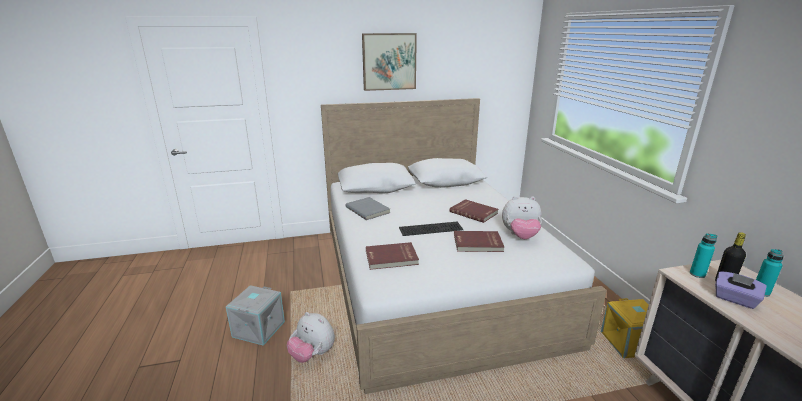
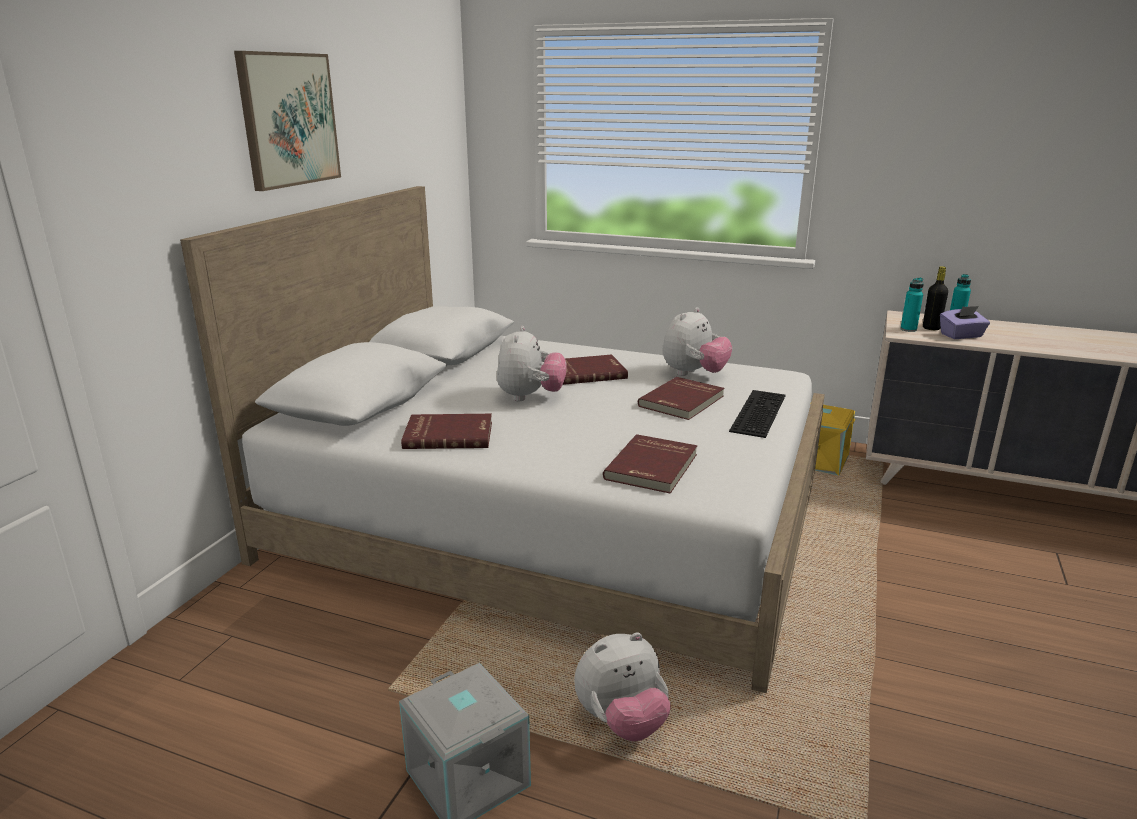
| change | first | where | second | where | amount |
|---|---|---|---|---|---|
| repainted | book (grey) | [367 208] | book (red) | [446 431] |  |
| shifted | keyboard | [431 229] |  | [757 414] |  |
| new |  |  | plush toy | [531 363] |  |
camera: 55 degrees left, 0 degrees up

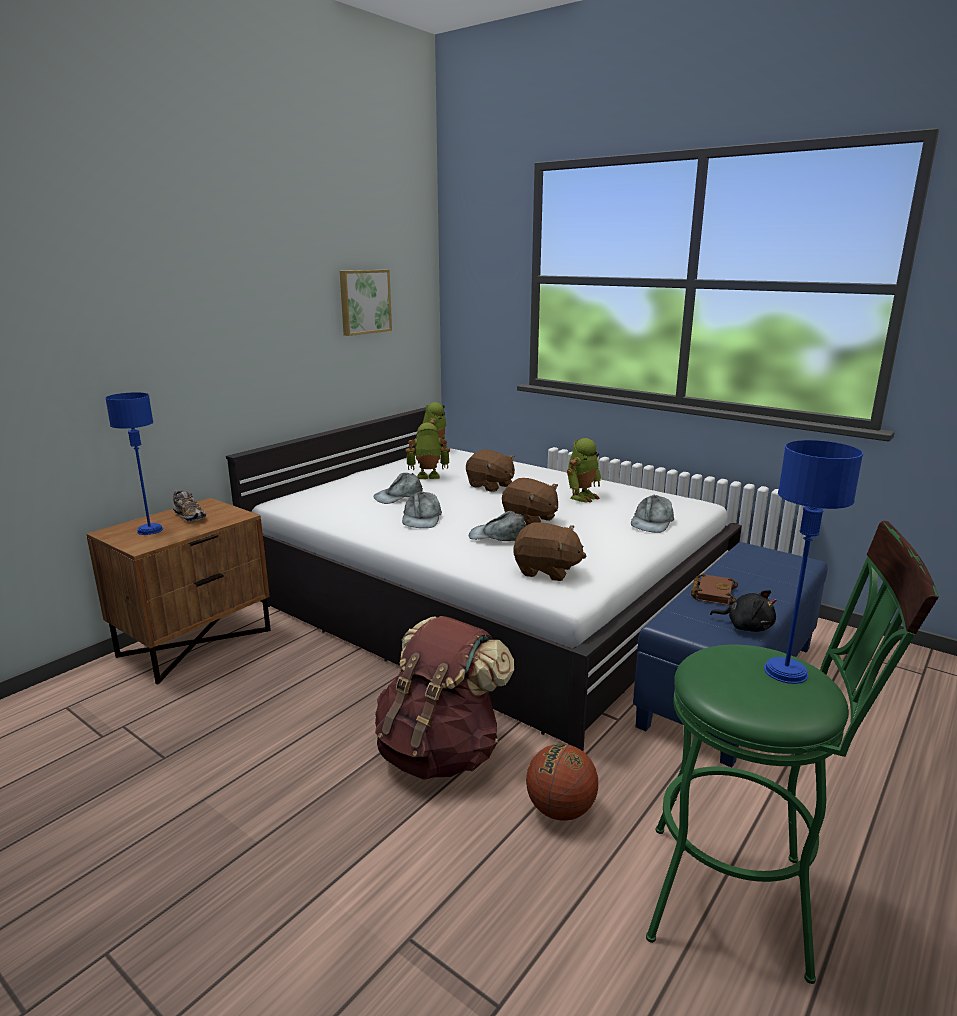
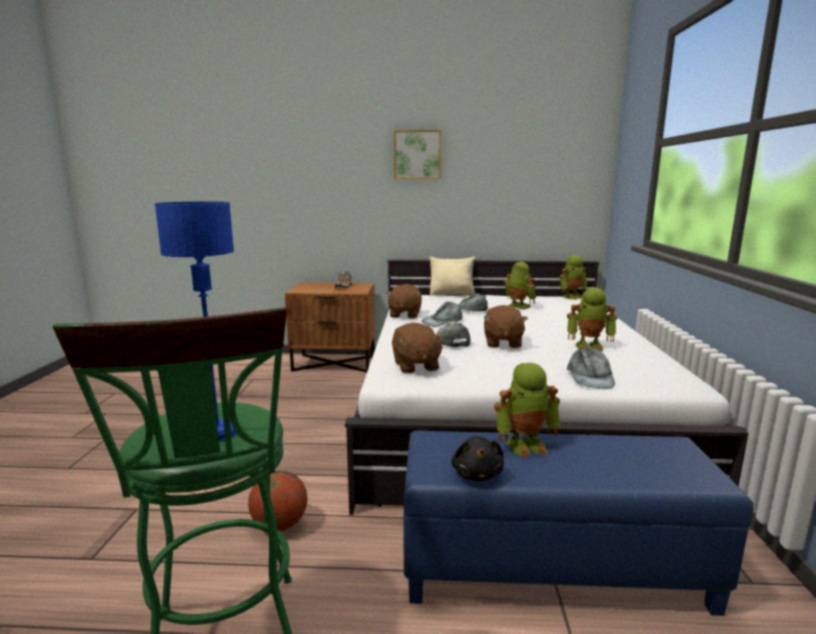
| change | first | where | second | where | amount |
|---|---|---|---|---|---|
| gone | table lamp (blue) | [134 463] |  |  |  |
| shifted | picture | [366 303] |  | [417 154] |  |
| gone | backpack (brown) | [444 698] |  |  |  |
| shifted | plush toy (brown) | [490 471] |  | [404 301] |  |
| rotated | cap (grey) | [652 514] |  | [591 368] | 75 degrees counterclockwise |
| swapped | book (brown) | [714 589] | toy robot | [527 410] |  |
| new |  |  | pillow (beige) | [452 276] |  |
camera: 55 degrees right, 5 degrees down

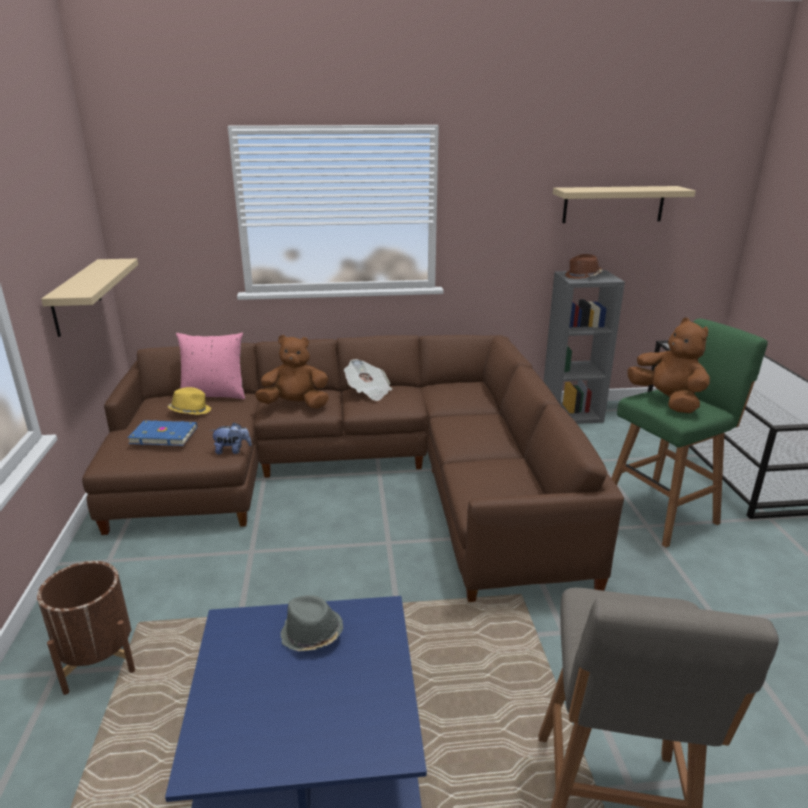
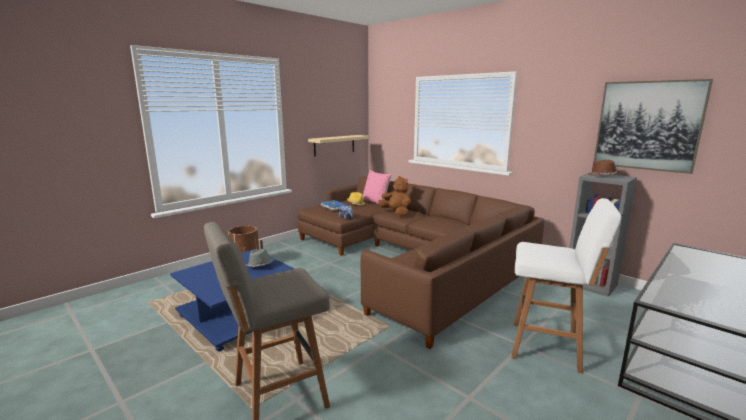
| change | first | where | second | where | amount |
|---|---|---|---|---|---|
| gone | newspaper | [368 380] |  |  |  |
| swapped | shelf (beige) | [624 204] | picture | [653 126] |  |
| repainted | stool (green) | [689 433] | stool (white) | [566 285] |  |
| gone | plush toy (brown) | [668 365] |  |  |  |
camera: 50 degrees right, 10 degrees down

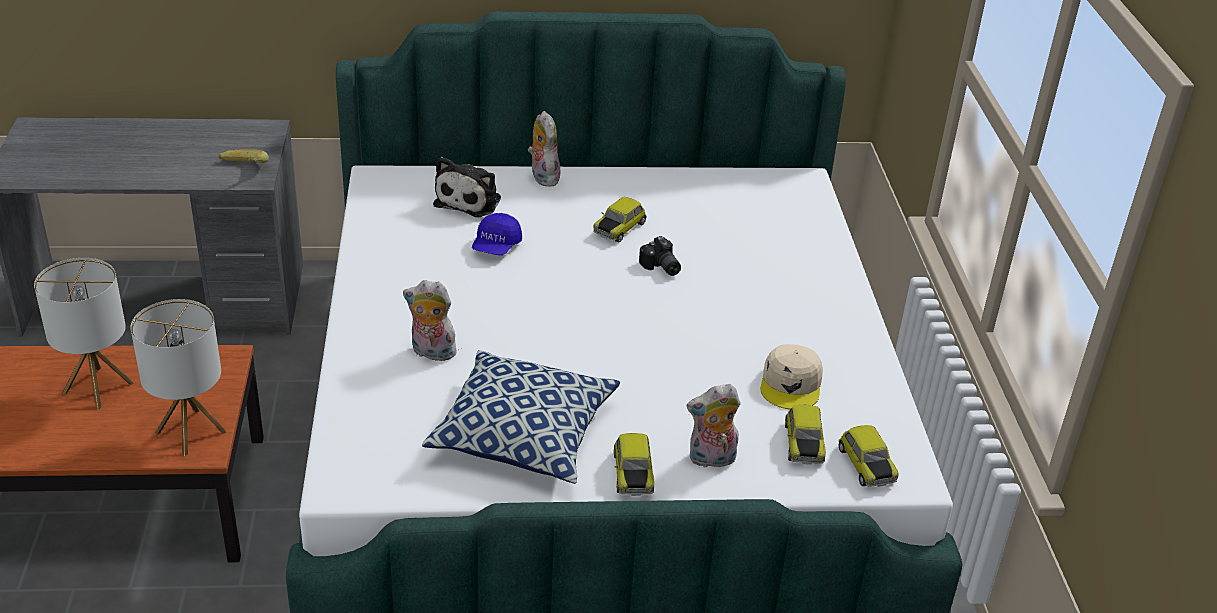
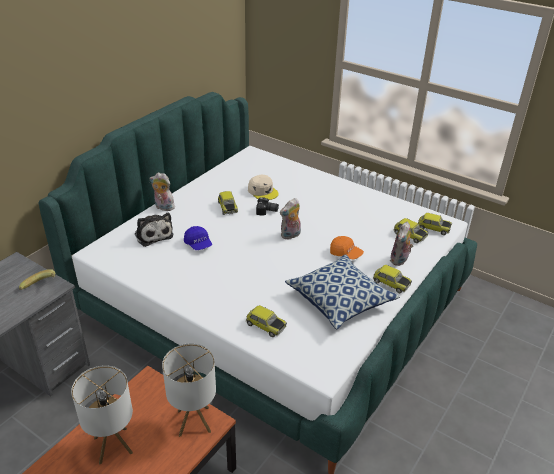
| change | first | where | second | where | amount |
|---|---|---|---|---|---|
| shifted | plush toy | [430 320] |  | [290 218] |  |
| shifted | cap (beige) | [791 377] |  | [263 187] |  |
| new |  |  | toy car | [266 321] |  |
| new |  |  | cap (orange) | [347 247] |  |
camera: 50 degrees left, 0 degrees up

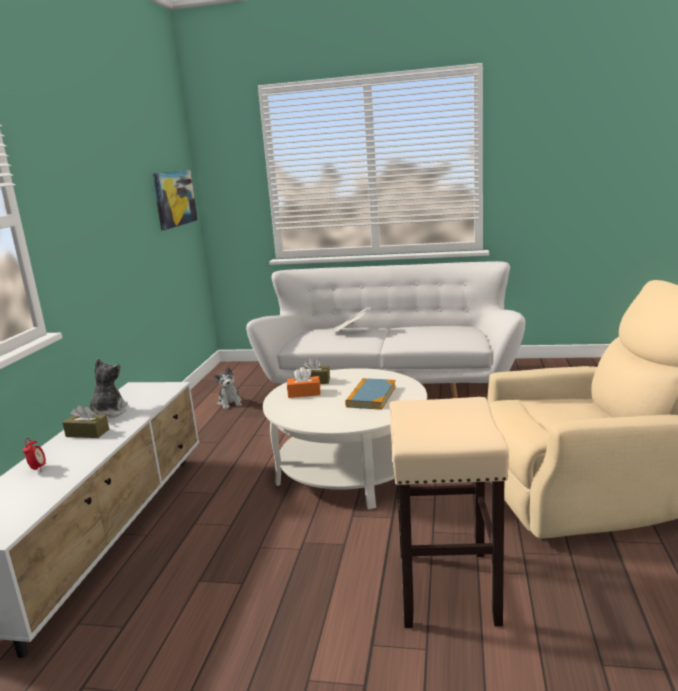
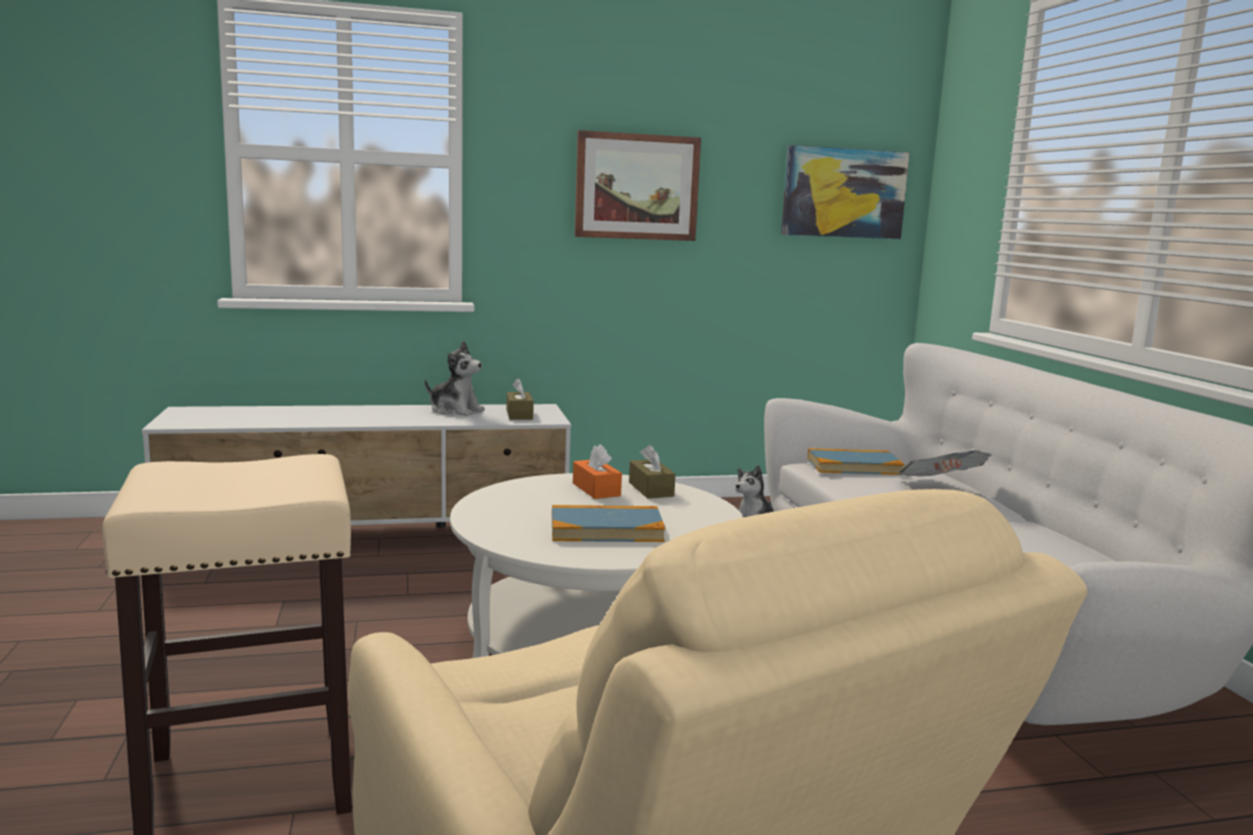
| change | first | where | second | where | amount |
|---|---|---|---|---|---|
| gone | alarm clock | [34 455] |  |  |  |
| shifted | tissue box (brown) | [85 421] |  | [520 399] |  |
| rotated | plush toy | [109 388] |  | [455 378] | 45 degrees clockwise |
| new |  |  | picture | [638 185] |  |
| new |  |  | book | [856 461] |  |
camera: 65 degrees right, 5 degrees down

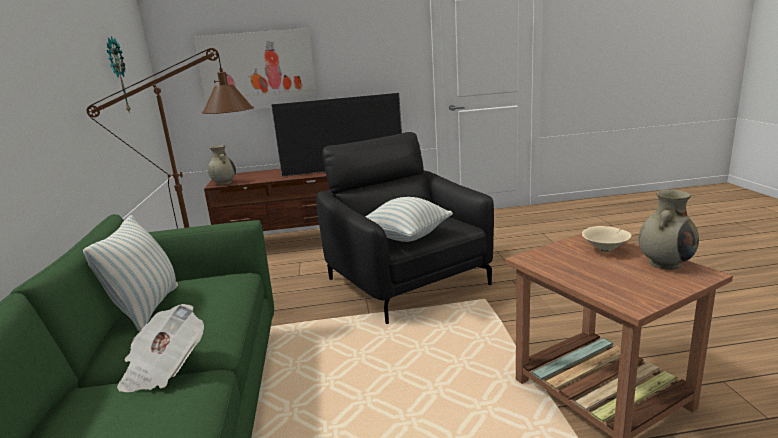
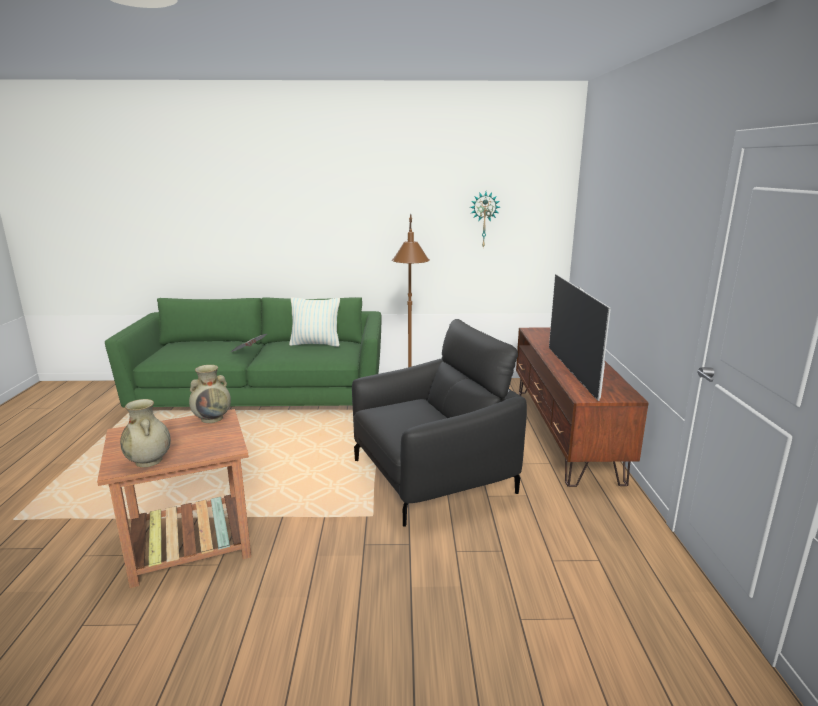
| change | first | where | second | where | amount |
|---|---|---|---|---|---|
| gone | picture | [255 69] |  |  |  |
| shifted | vase (beige) | [222 165] |  | [210 394] |  |
| gone | pillow | [409 219] |  |  |  |
| gone | bowl (beige) | [607 239] |  |  |  |
camera: 95 degrees right, 0 degrees up

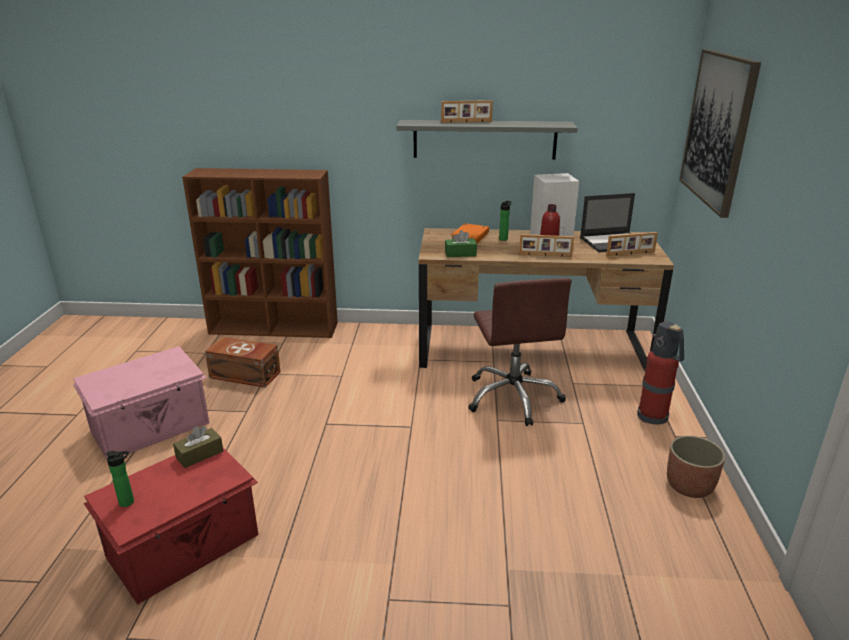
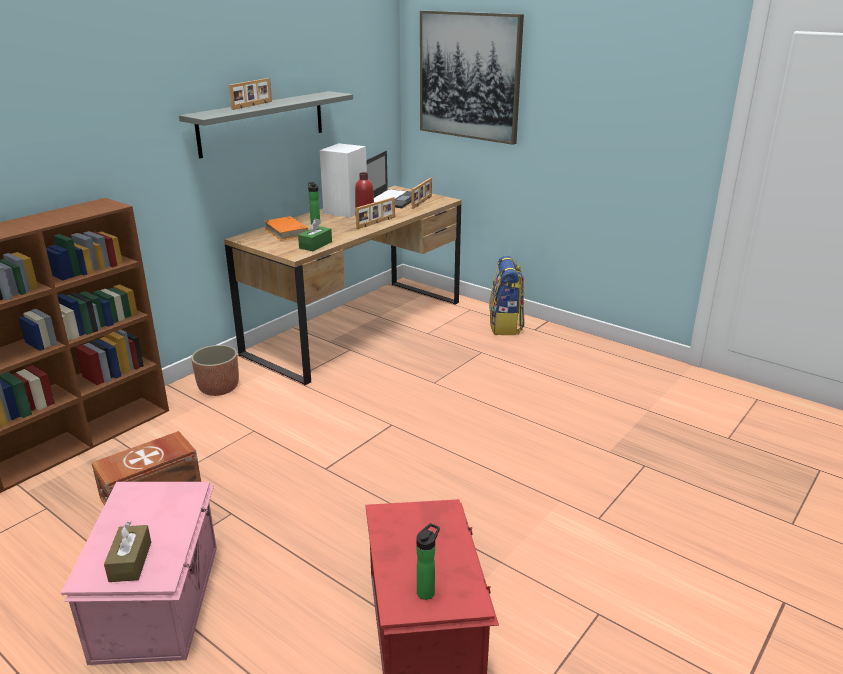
| change | first | where | second | where | amount |
|---|---|---|---|---|---|
| shifted | tissue box (brown) | [198 447] |  | [127 552] |  |
| gone | office chair (brown) | [520 352] |  |  |  |
| swapped | fire extinguisher | [660 373] | backpack | [507 295] |  |
| shifted | planter | [696 467] |  | [215 370] |  |
camera: 55 degrees left, 0 degrees up

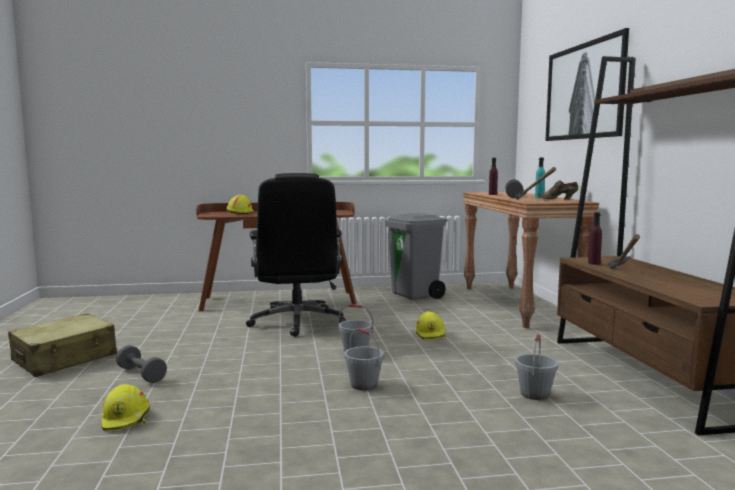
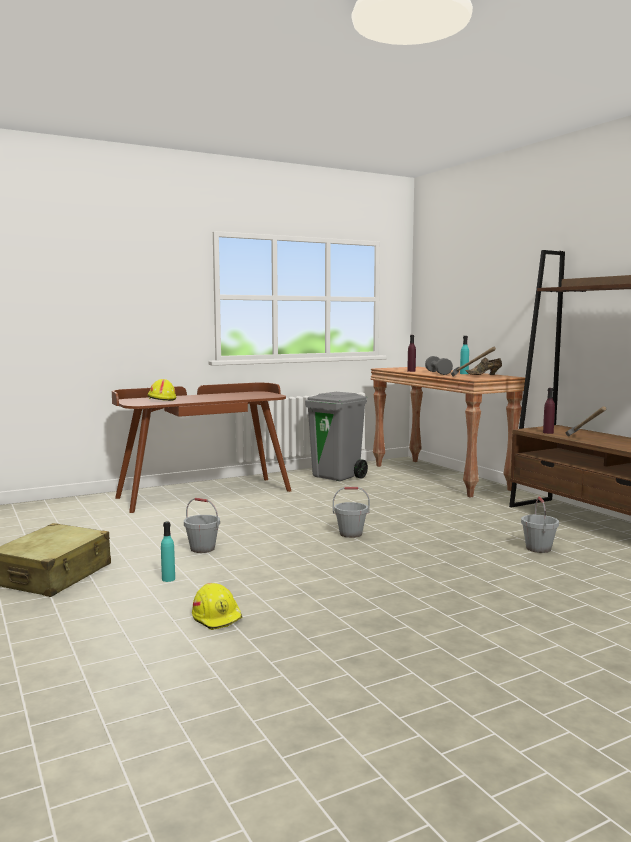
| change | first | where | second | where | amount |
|---|---|---|---|---|---|
| swapped | dumbbell (grey) | [141 364] | bottle (turquoise) | [168 552] |  |
| gone | office chair (black) | [296 255] |  |  |  |
| shifted | bucket (grey) | [364 359] |  | [202 525] |  |
| gone | hard hat (yellow) | [431 325] |  |  |  |
| gone | picture | [587 84] |  |  |  |
camera: 20 degrees left, 0 degrees up

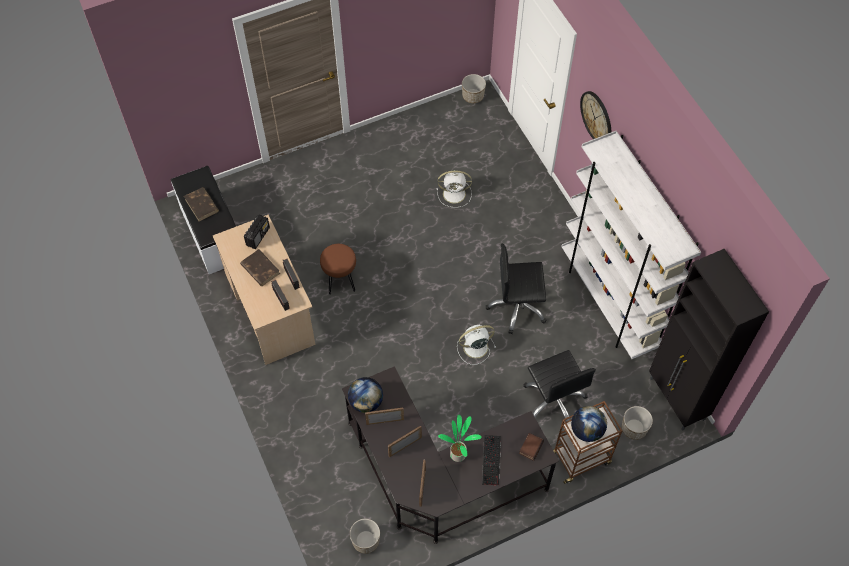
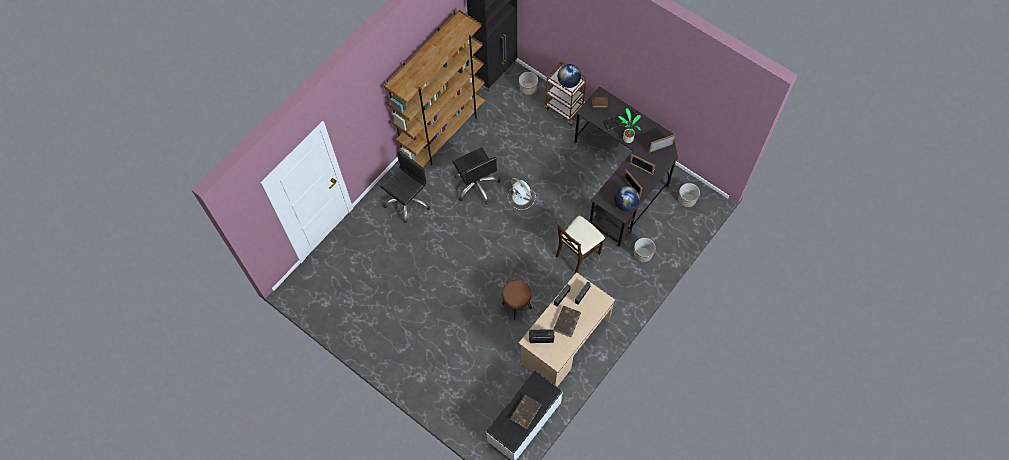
| change | first | where | second | where | amount |
|---|---|---|---|---|---|
| gone | fan (white) | [454 188] |  |  |  |
| shifted | planter | [474 88] |  | [645 250] |  |
| shifted | office chair (black) | [559 386] |  | [405 186] |  |
| repainted | bookcase (white) | [631 245] | bookcase (brown) | [434 88] |  |
| gone | wall clock | [595 115] |  |  |  |
| new |  |  | chair (beige) | [580 244] |  |
camera: 115 degrees left, 5 degrees up

